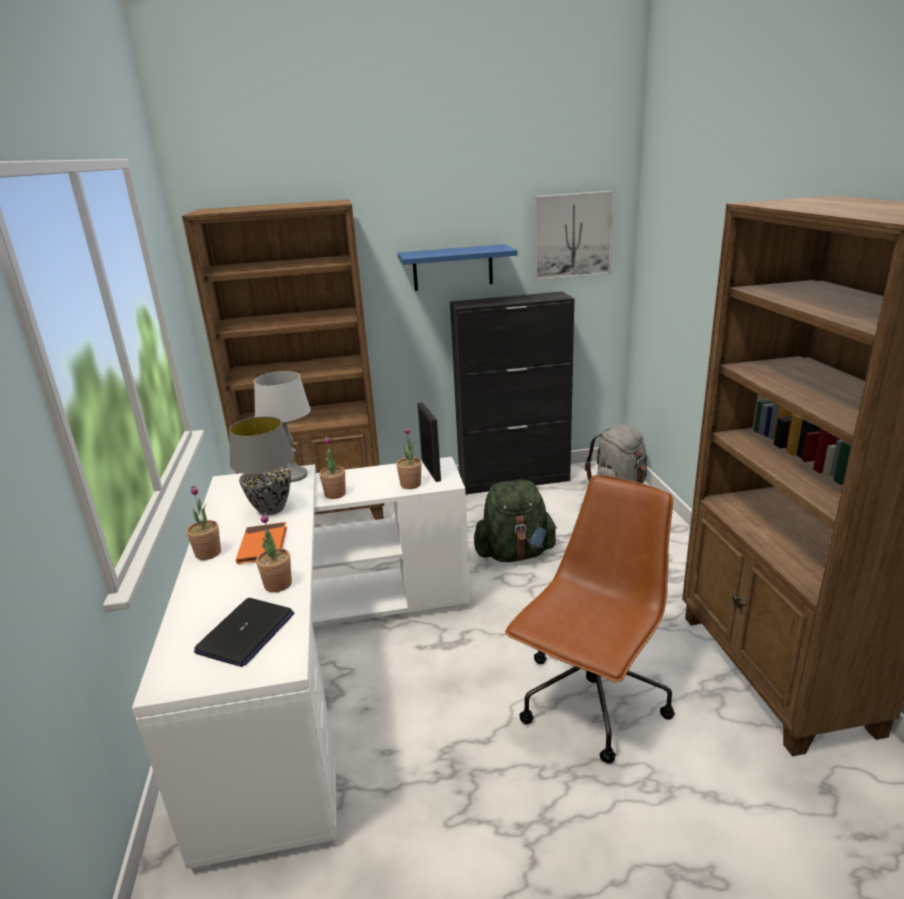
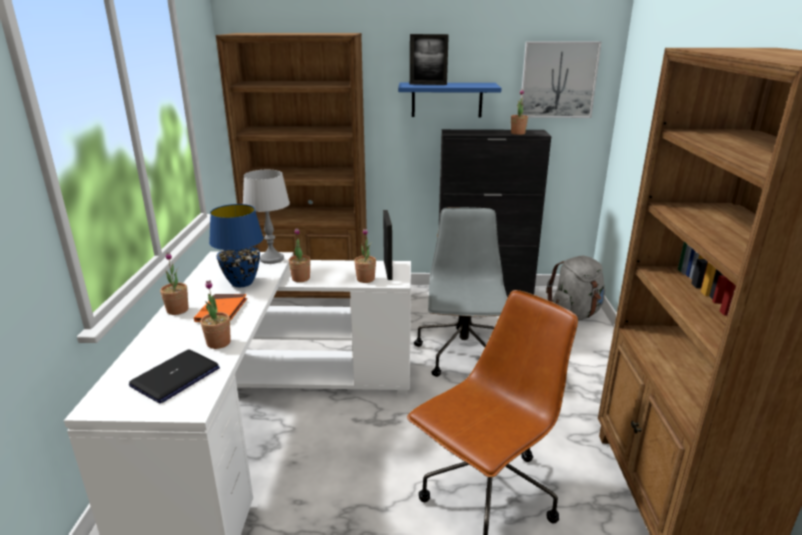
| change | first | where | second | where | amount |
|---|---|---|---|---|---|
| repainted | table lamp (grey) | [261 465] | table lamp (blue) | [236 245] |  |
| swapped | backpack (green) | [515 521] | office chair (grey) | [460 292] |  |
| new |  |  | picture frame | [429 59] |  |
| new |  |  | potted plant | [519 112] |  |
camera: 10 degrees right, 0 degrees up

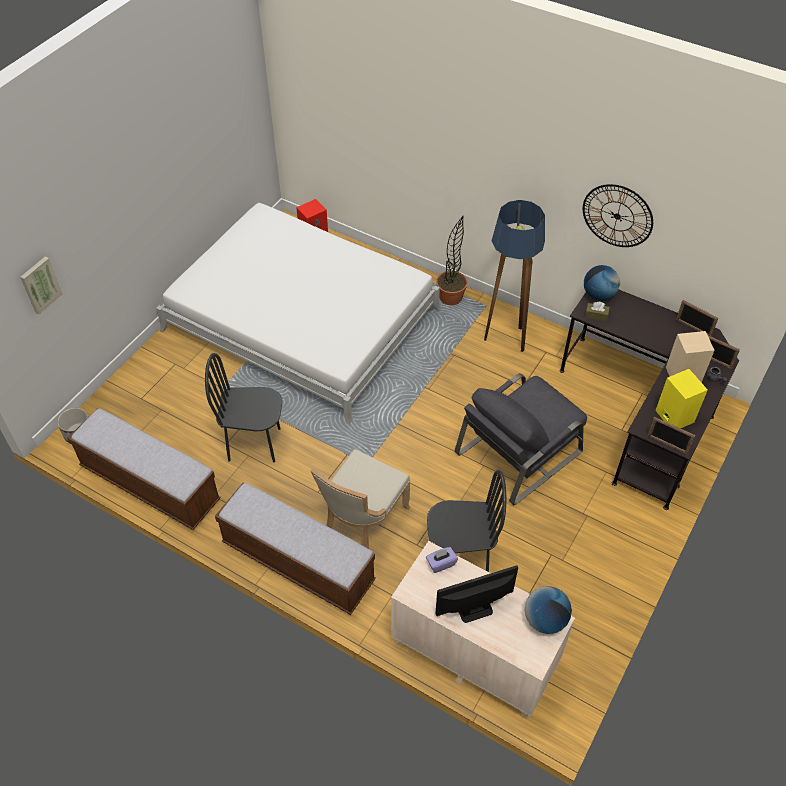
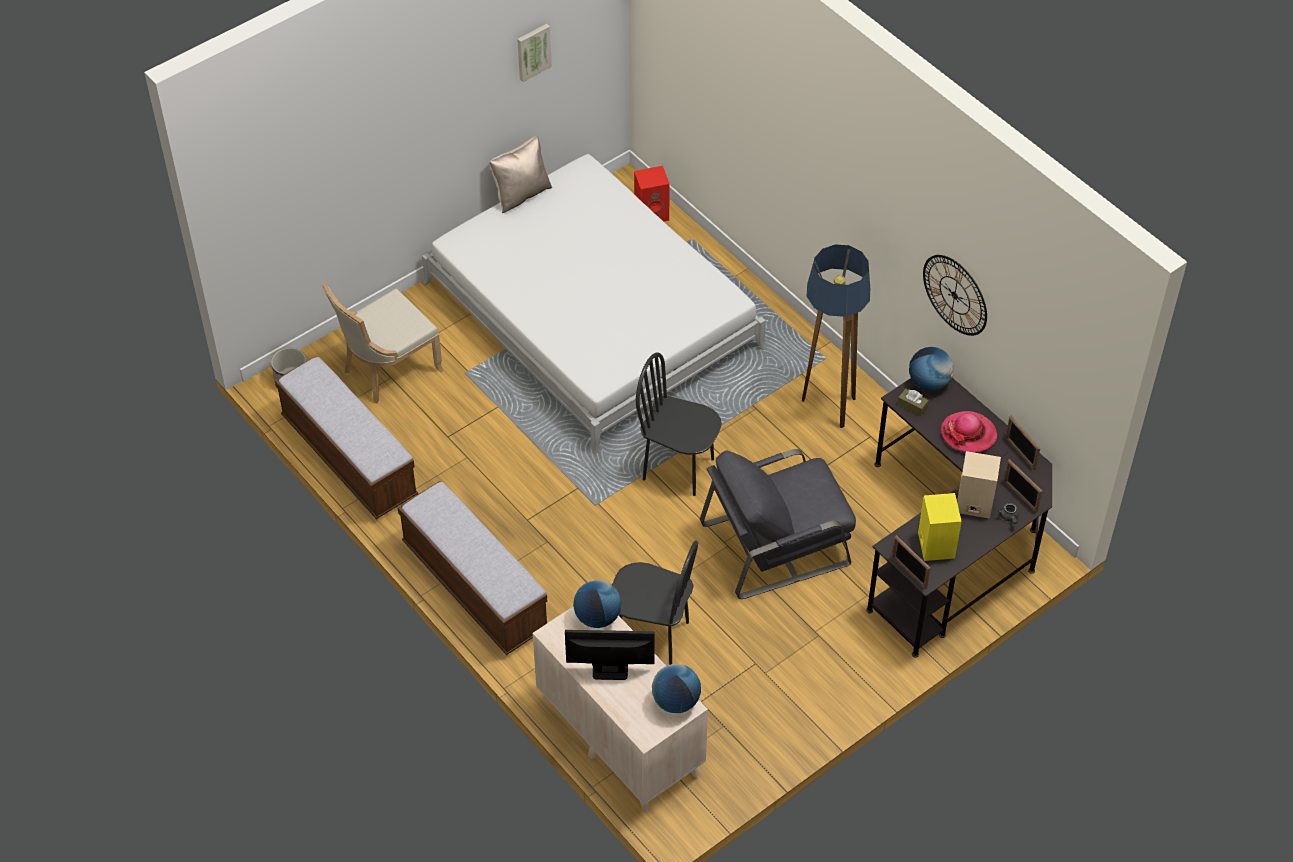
| change | first | where | second | where | amount |
|---|---|---|---|---|---|
| shifted | picture | [41 285] |  | [534 53] |  |
| shifted | chair (black) | [243 407] |  | [679 424] |  |
| shifted | chair (beige) | [360 499] |  | [383 343] |  |
| swapped | tissue box (purple) | [442 560] | globe | [597 604] |  |
| gone | potted plant | [452 260] |  |  |  |
| new |  |  | pillow (beige) | [520 174] |  |
| new |  |  | hat | [969 432] |  |
camera: 20 degrees right, 0 degrees up

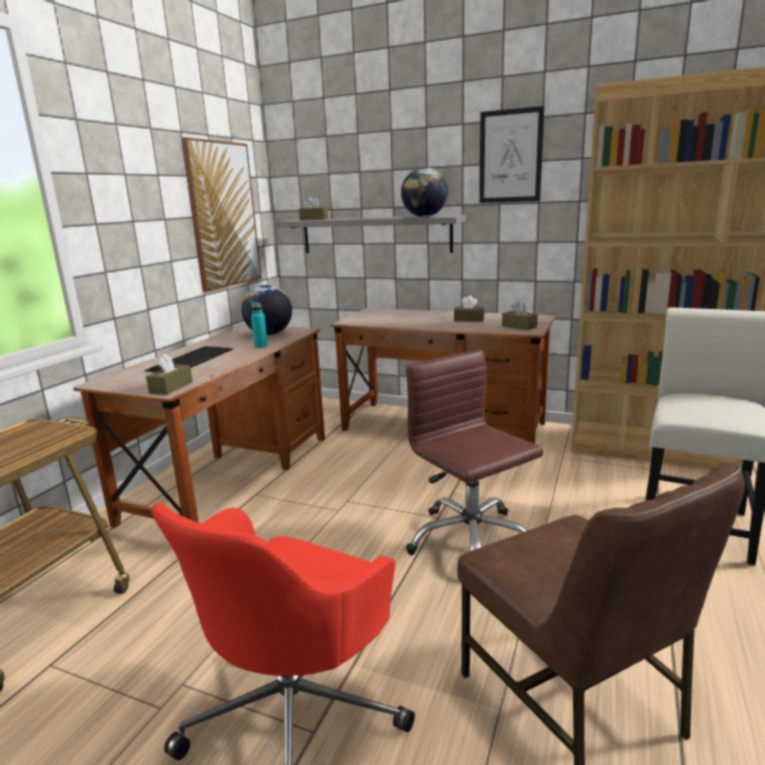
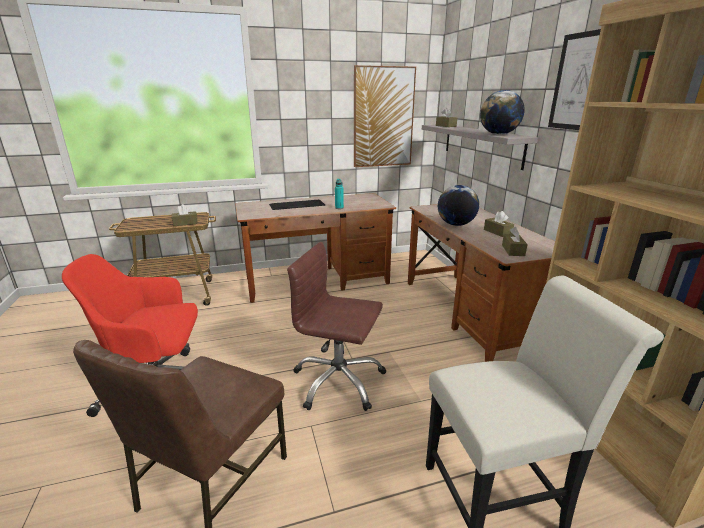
| change | first | where | second | where | amount |
|---|---|---|---|---|---|
| shifted | tissue box (brown) | [169 374] |  | [185 215] |  |
| shifted | globe | [267 310] |  | [458 205] |  |
| rotated | office chair (brown) | [474 452] |  | [336 326] | 90 degrees counterclockwise |
camera: 50 degrees right, 5 degrees up

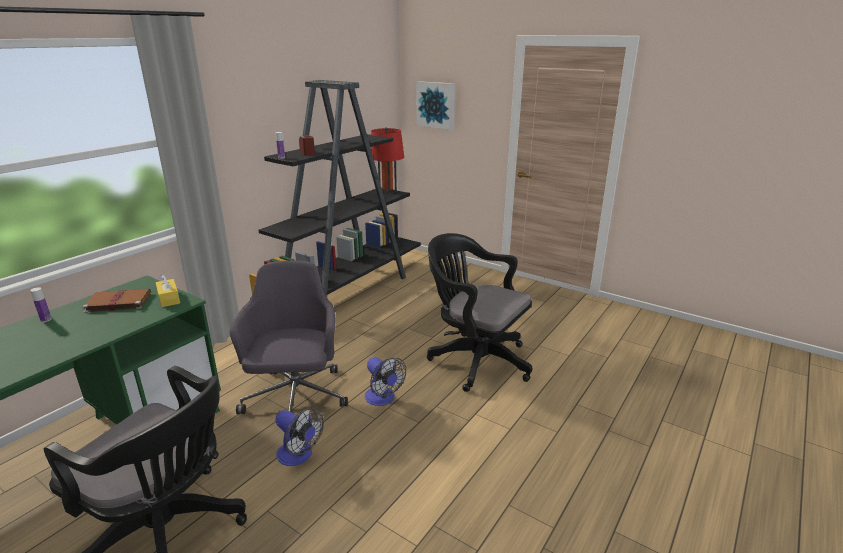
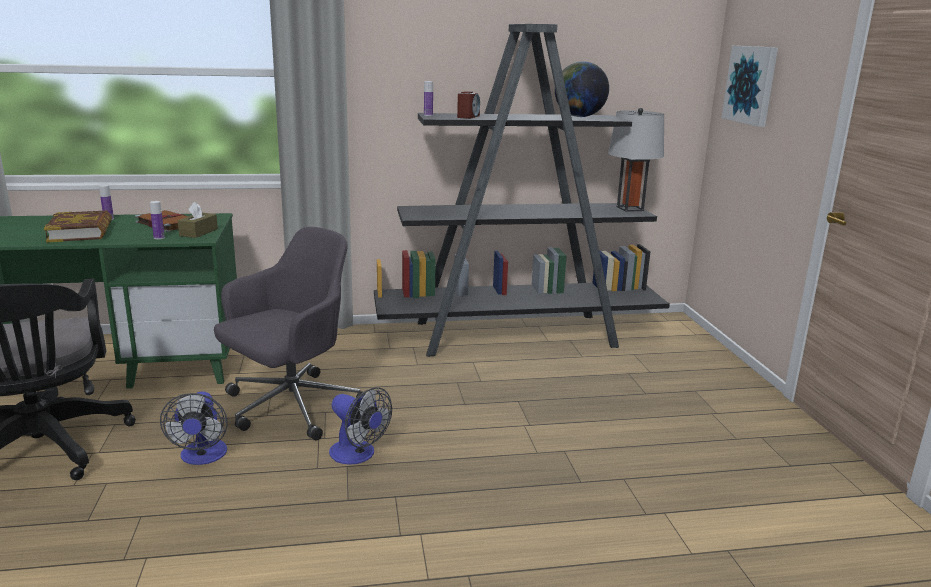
| change | first | where | second | where | amount |
|---|---|---|---|---|---|
| repainted | tissue box (yellow) | [168 290] | tissue box (brown) | [198 220] |  |
| rotated | fan | [385 381] |  | [360 426] | 60 degrees counterclockwise |
| repainted | table lamp (red) | [387 160] | table lamp (grey) | [636 160] |  |
| gone | office chair (black) | [479 312] |  |  |  |
| new |  |  | book | [78 227] |  |
| new |  |  | bottle | [157 220] |  |
| new |  |  | globe | [582 89] |  |
camera: 45 degrees right, 5 degrees down

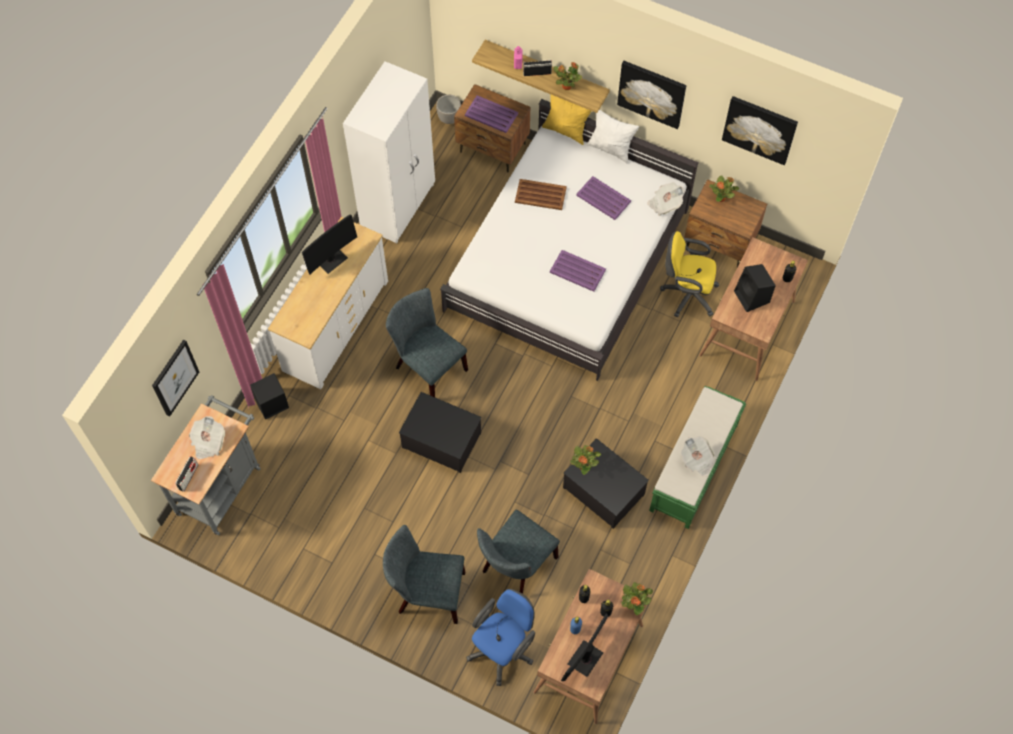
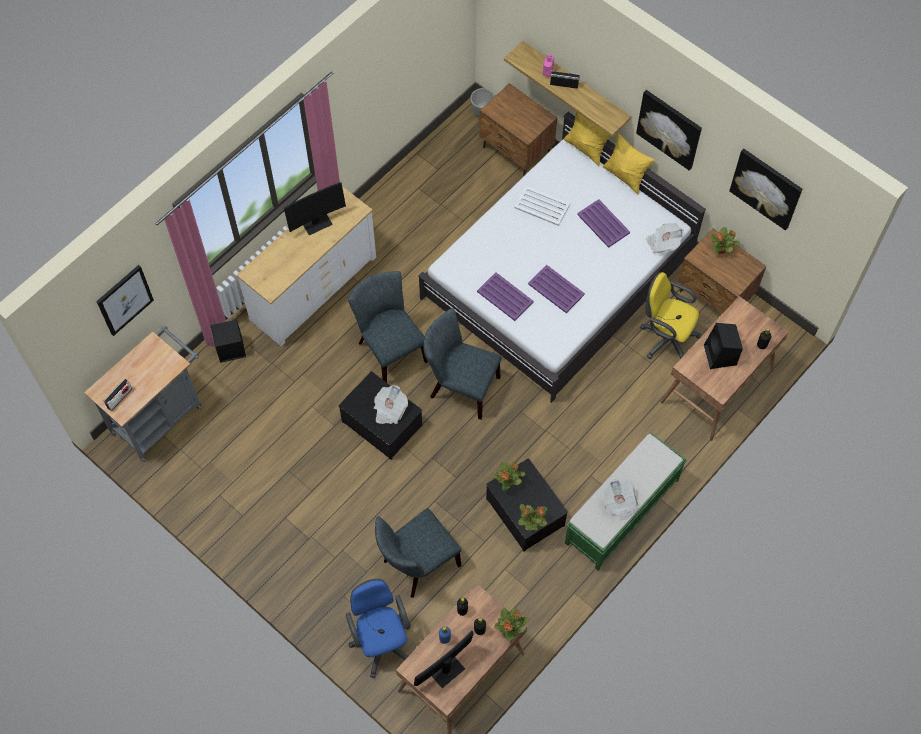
| change | first | where | second | where | amount |
|---|---|---|---|---|---|
| shifted | newspaper | [207 437] |  | [391 404] |  |
| gone | wardrobe (white) | [389 152] |  |  |  |
| shifted | chair (grey) | [424 574] |  | [463 364] |  |
| shifted | tray (purple) | [491 114] |  | [505 296] |  |
| rotated | office chair (blue) | [500 637] |  | [378 628] | 75 degrees counterclockwise |
| repainted | tray (brown) | [541 194] | tray (white) | [542 206] |  |
| shifted | potted plant | [568 76] |  | [532 517] |  |
| repainted | pillow (white) | [613 136] | pillow (yellow) | [629 163] |  |
camera: 15 degrees right, 0 degrees up

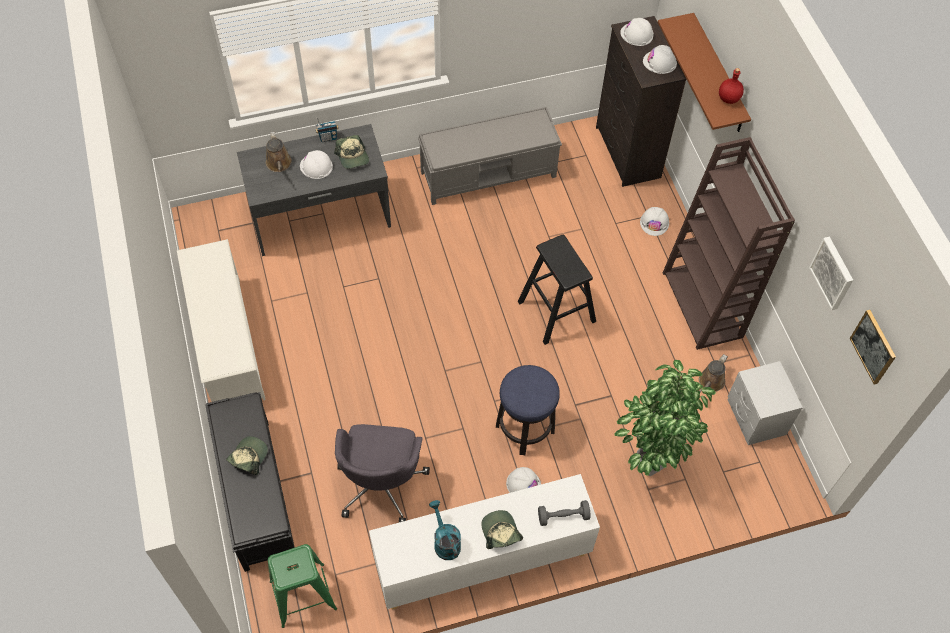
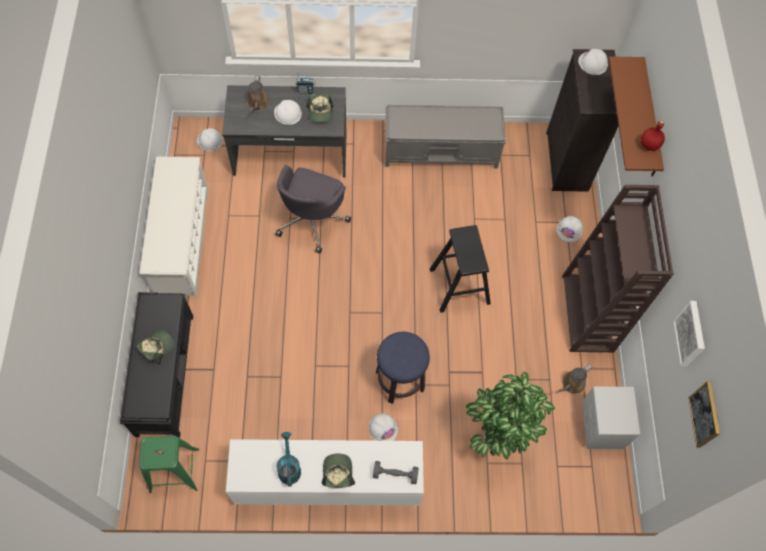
| change | first | where | second | where | amount |
|---|---|---|---|---|---|
| shifted | office chair (grey) | [382 473] |  | [313 209] |  |
| shifted | hard hat (white) | [660 59] |  | [210 139] |  |
camera: 15 degrees right, 5 degrees up

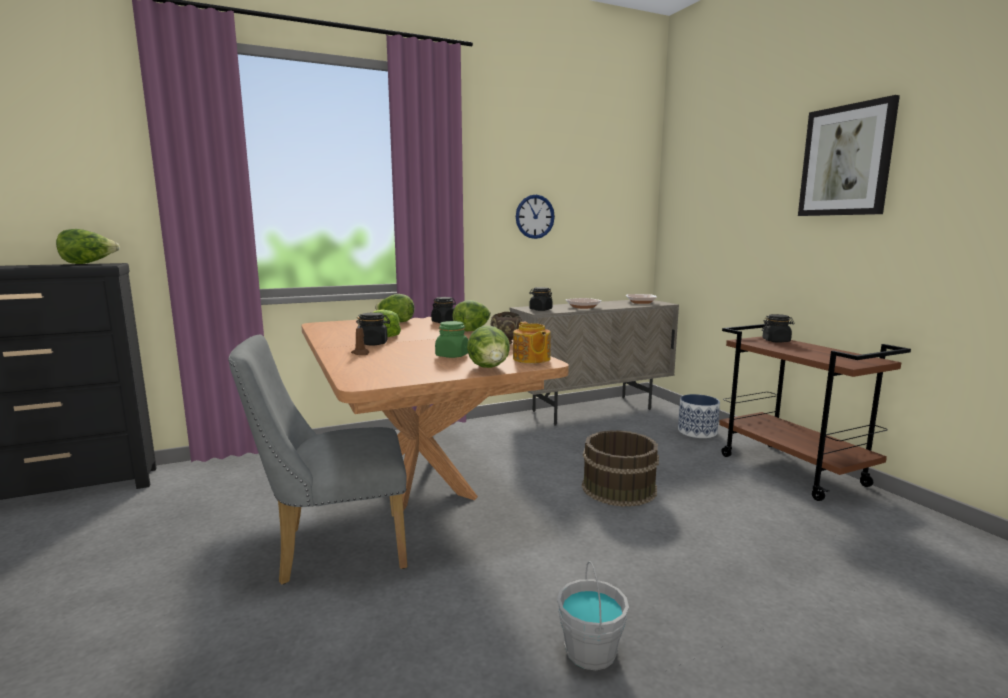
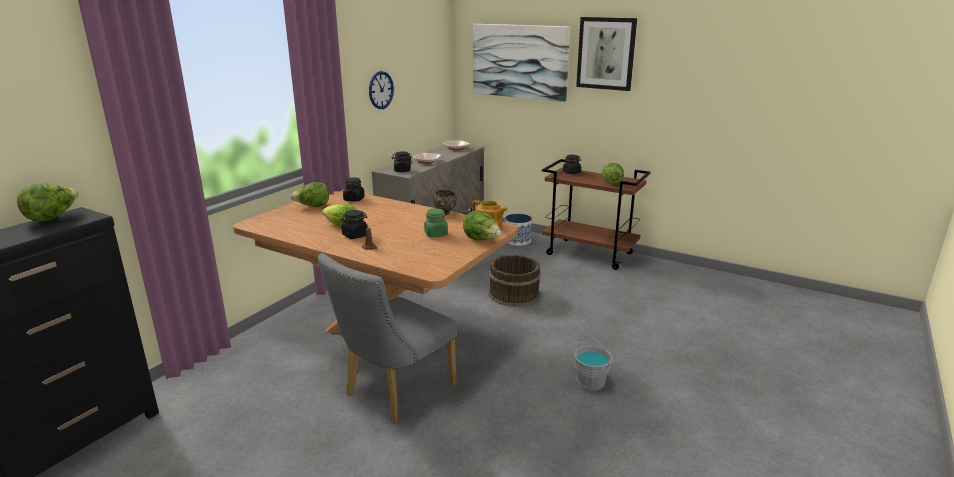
| change | first | where | second | where | amount |
|---|---|---|---|---|---|
| shifted | lettuce | [471 315] |  | [613 174] |  |
| new |  |  | picture | [521 63] |  |
camera: 35 degrees left, 10 degrees up

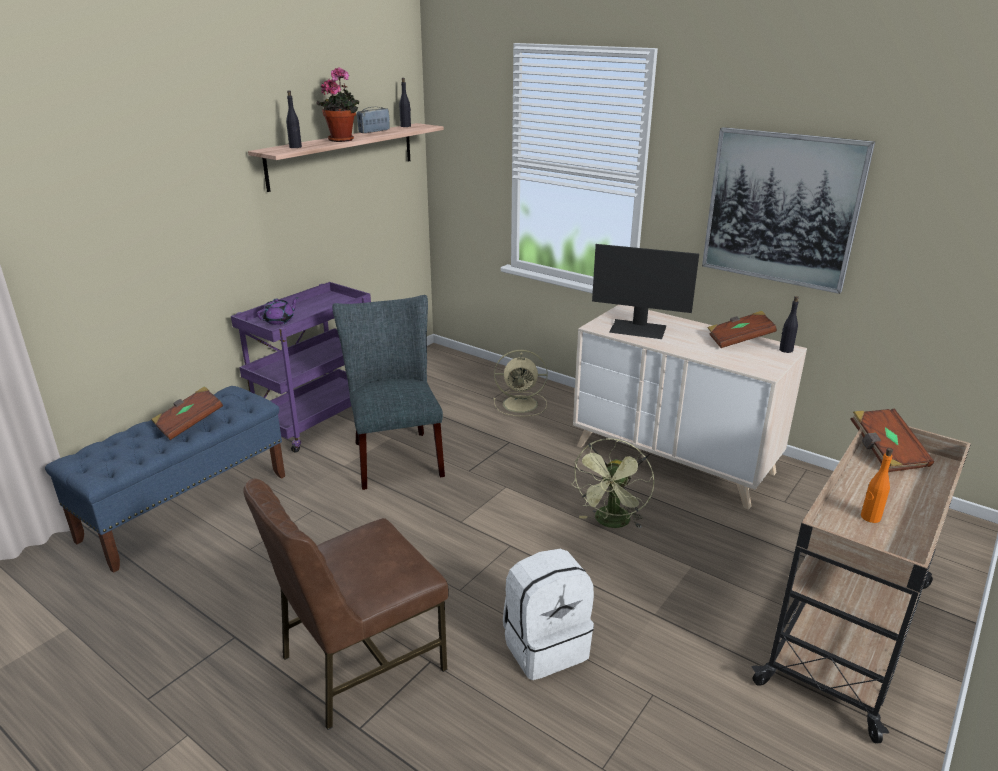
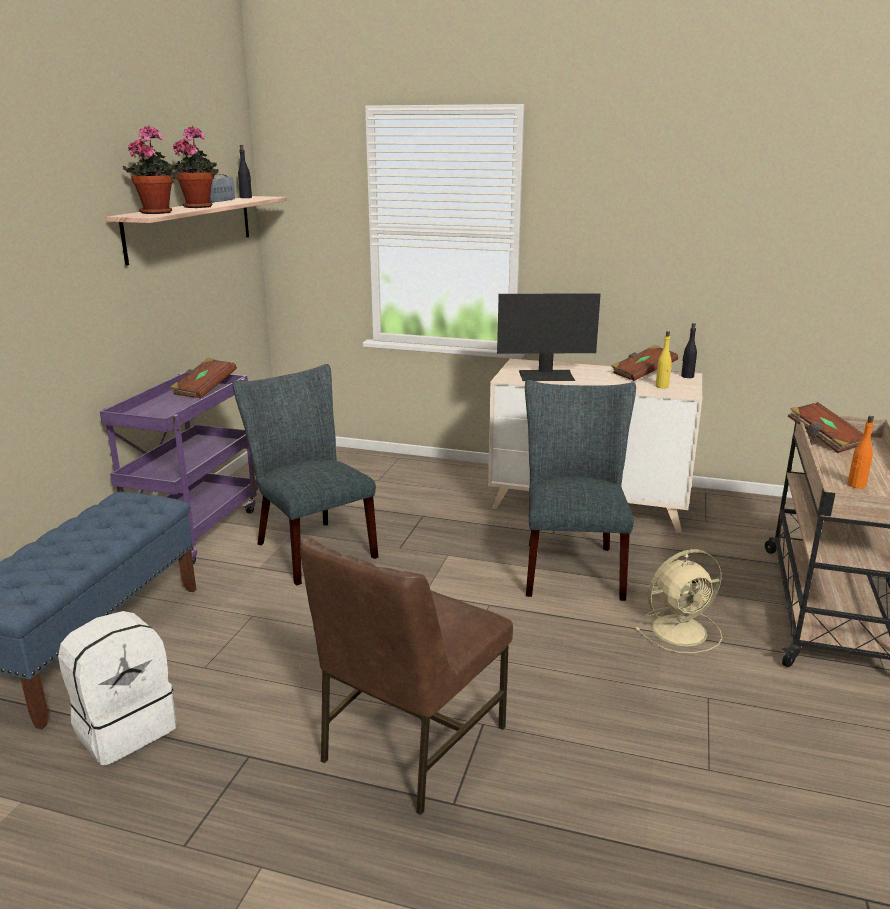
| change | first | where | second | where | amount |
|---|---|---|---|---|---|
| shifted | book (brown) | [187 413] |  | [203 378] |  |
| gone | teapot (purple) | [278 311] |  |  |  |
| swapped | bottle (black) | [294 119] | potted plant | [151 170] |  |
| shifted | fan (beige) | [520 383] |  | [678 601] |  |
| shifted | backpack (white) | [548 614] |  | [117 688] |  |
| swapped | fan (green) | [612 483] | chair (grey) | [580 490] |  |
| gone | picture | [788 210] |  |  |  |
| new |  |  | bottle (yellow) | [664 359] |  |
camera: 20 degrees left, 5 degrees down

